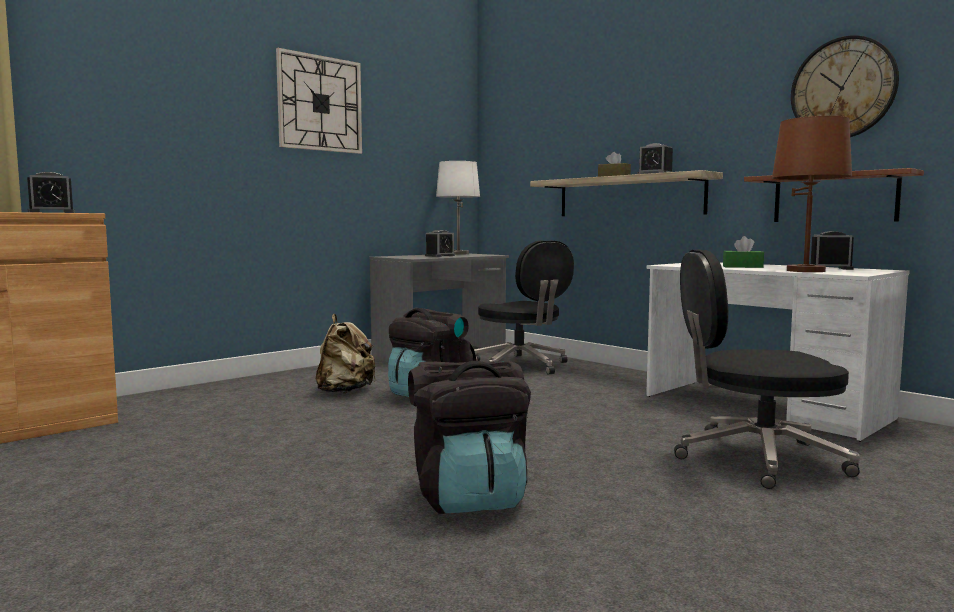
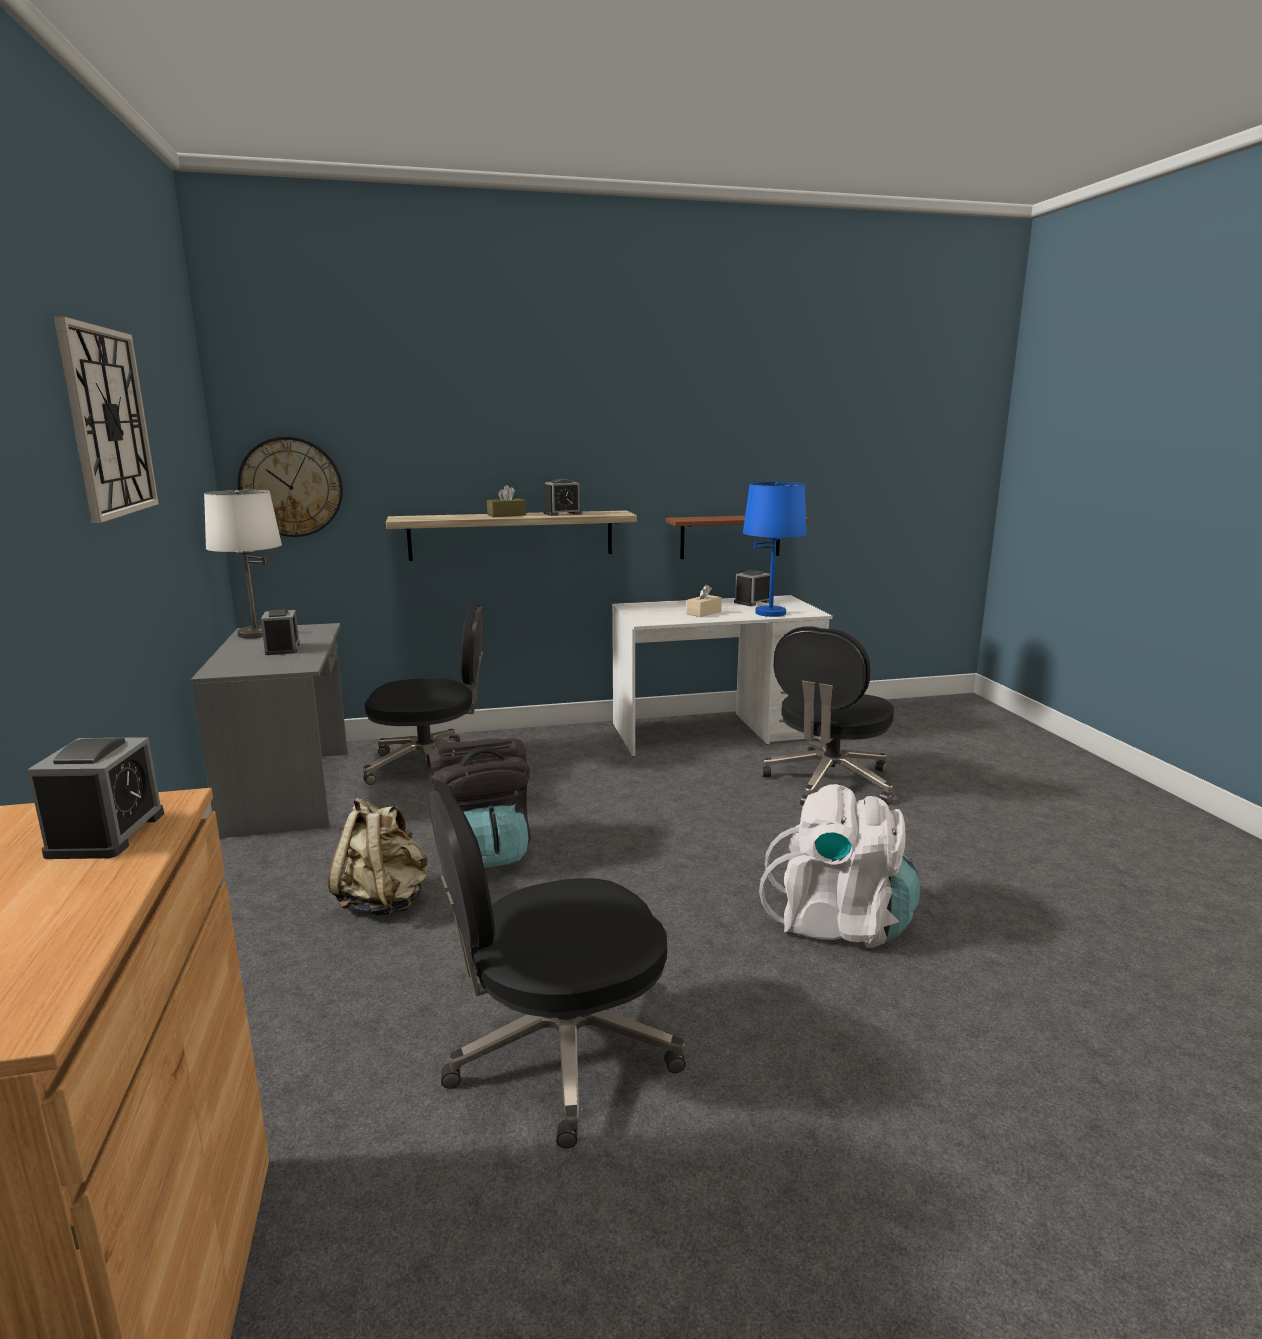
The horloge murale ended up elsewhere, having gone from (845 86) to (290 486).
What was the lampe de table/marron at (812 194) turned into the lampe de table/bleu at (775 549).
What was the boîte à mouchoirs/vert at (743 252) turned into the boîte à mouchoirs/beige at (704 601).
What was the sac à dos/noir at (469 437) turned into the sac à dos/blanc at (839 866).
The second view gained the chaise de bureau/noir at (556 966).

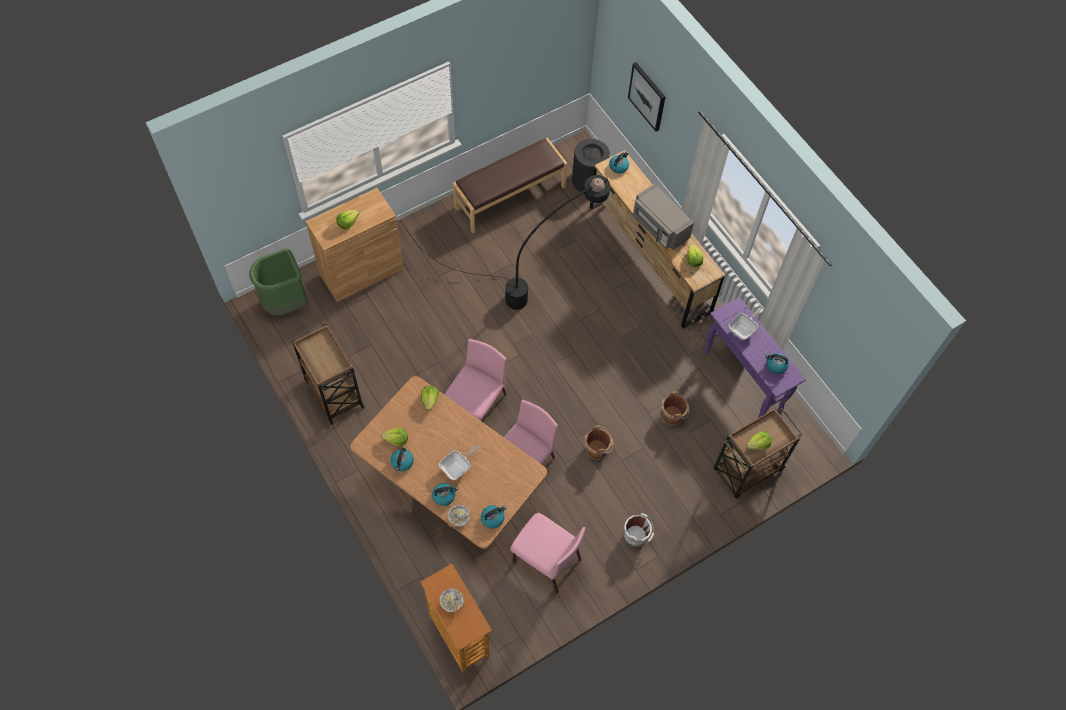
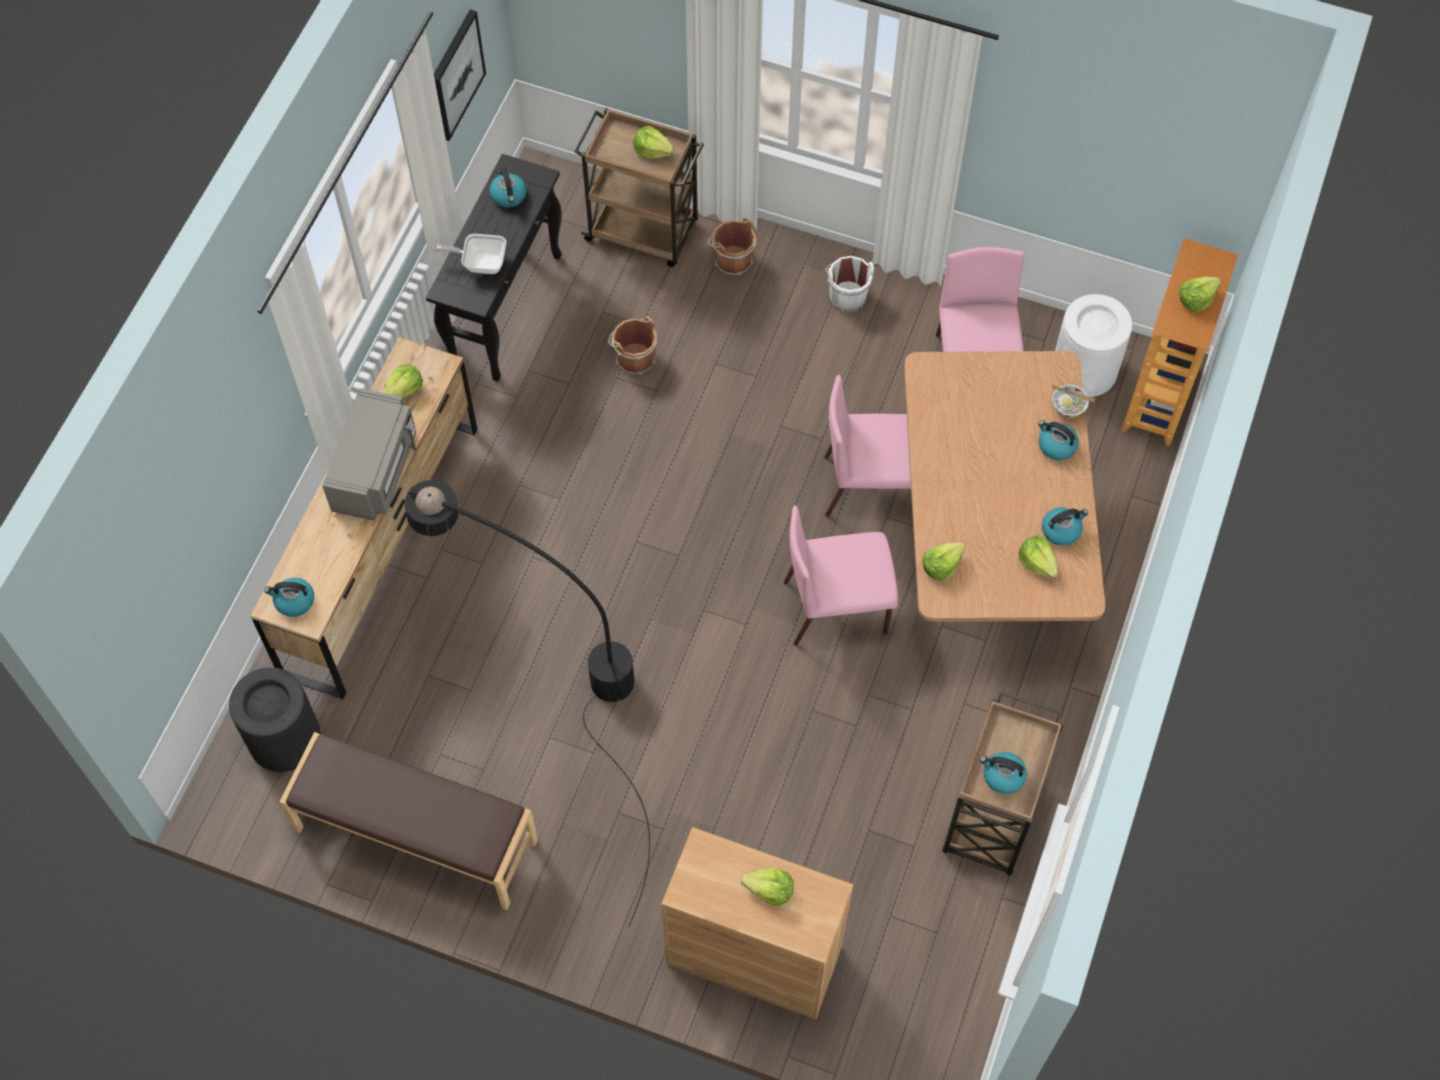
The tableau ended up elsewhere, having gone from (646 97) to (460 75).
The second view lost the poubelle/vert at (278 282).
What was the table console/violet at (754 357) turned into the table console/noir at (494 268).
The seau/marron ended up elsewhere, having gone from (599 442) to (732 246).
The second view lost the poêle at (459 462).
The bouilloire ended up elsewhere, having gone from (493 517) to (1003 773).
Where the bol stood at (451 601), the laitue came to stand at (1200 294).
The second view gained the poubelle/blanc at (1093 345).

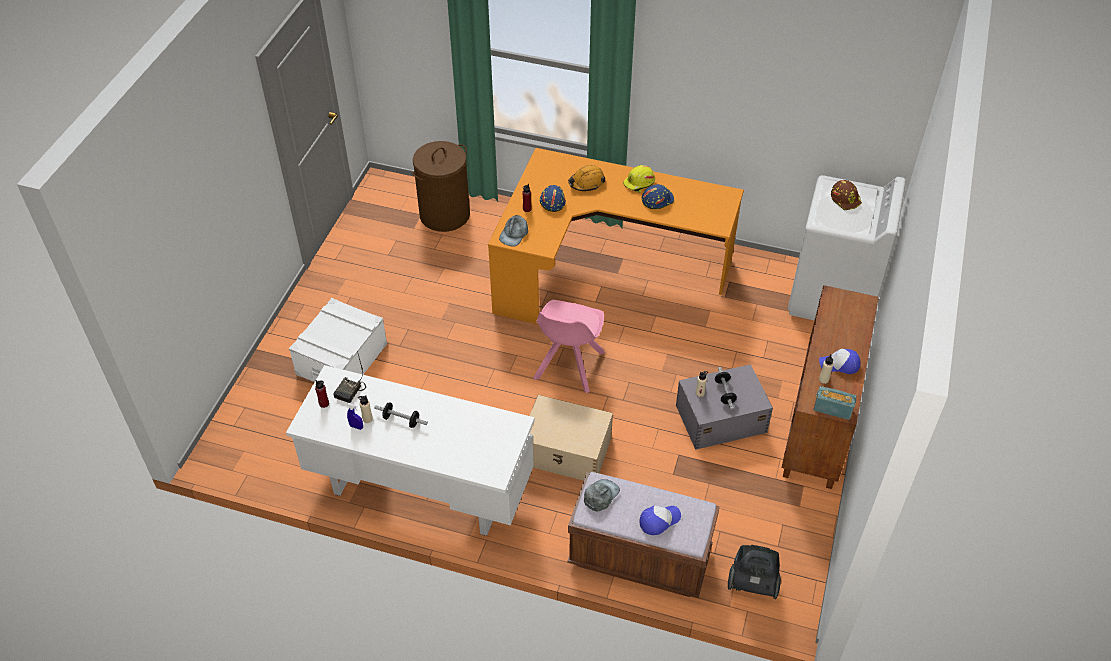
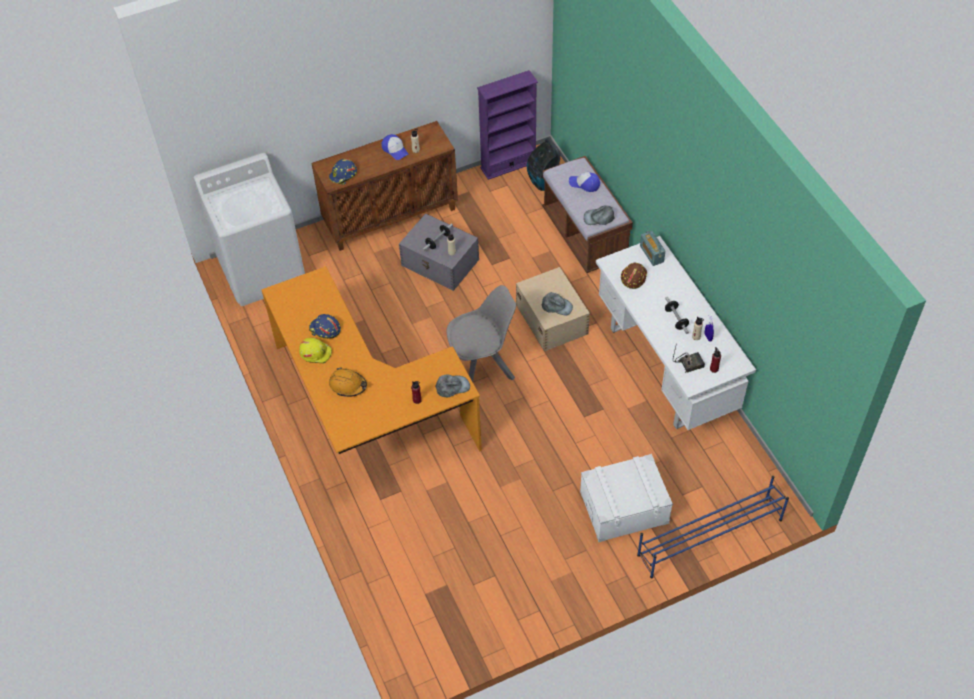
The second view lost the panier à linge/marron at (441 186).
The casque de chantier/marron ended up elsewhere, having gone from (846 195) to (634 276).
The casque de chantier/bleu ended up elsewhere, having gone from (553 198) to (343 172).
What was the chaise/rose at (569 346) turned into the chaise/gris at (481 333).
The radio ended up elsewhere, having gone from (835 403) to (652 248).
The second view gained the bibliothèque/violet at (507 125).
The second view gained the casquette/gris at (557 304).
The second view gained the étagère à chaussures/bleu at (713 527).

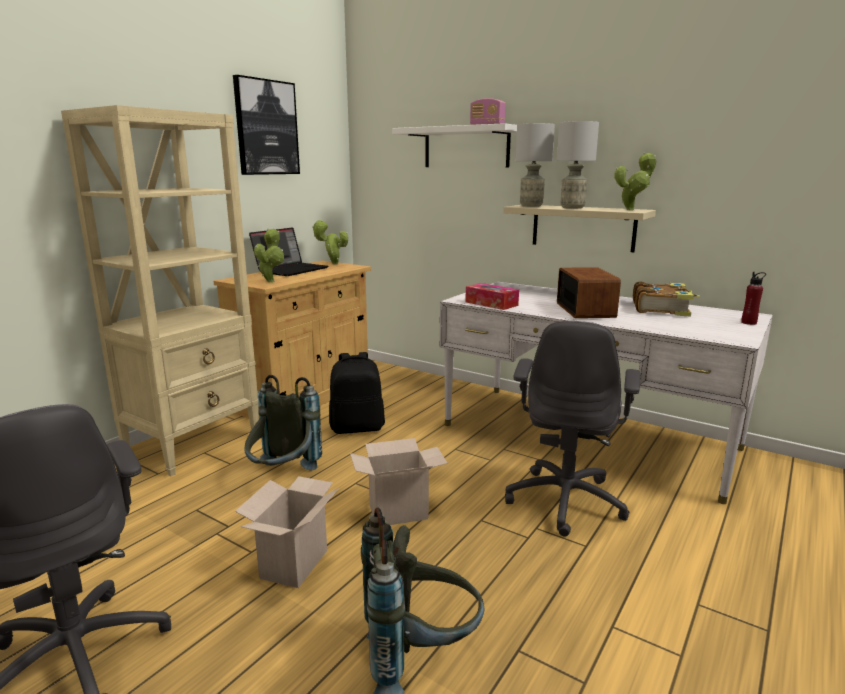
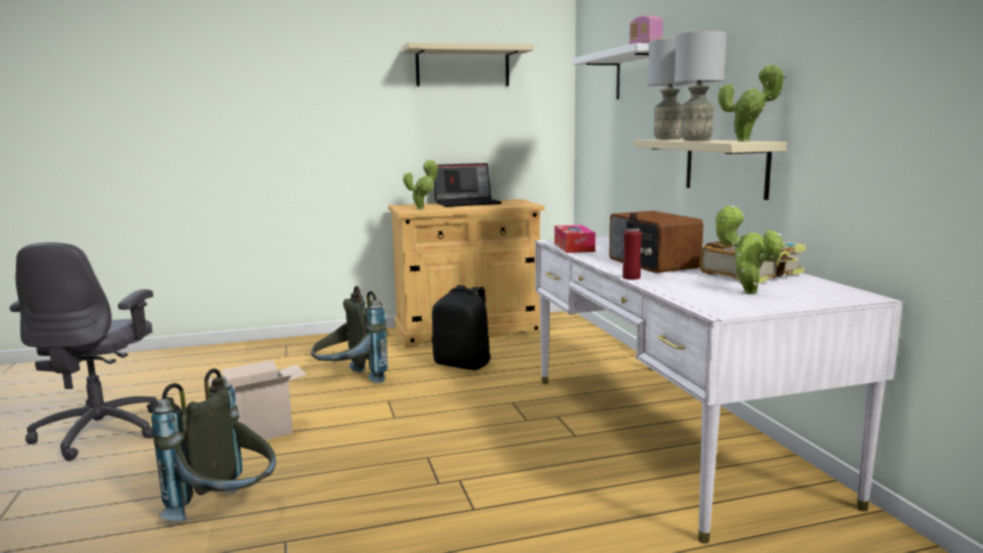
Where the tableau hung at (266 125), the étagère/beige came to hang at (467 64).
The second view lost the bibliothèque/beige at (160 290).
The plante en pot ended up elsewhere, having gone from (330 242) to (748 249).
The radio at (589 292) ended up facing another way, 120 degrees clockwise from before.
The bouteille/rouge ended up elsewhere, having gone from (753 298) to (632 246).
The second view lost the chaise de bureau/gris at (572 429).
The second view lost the carton at (399 481).

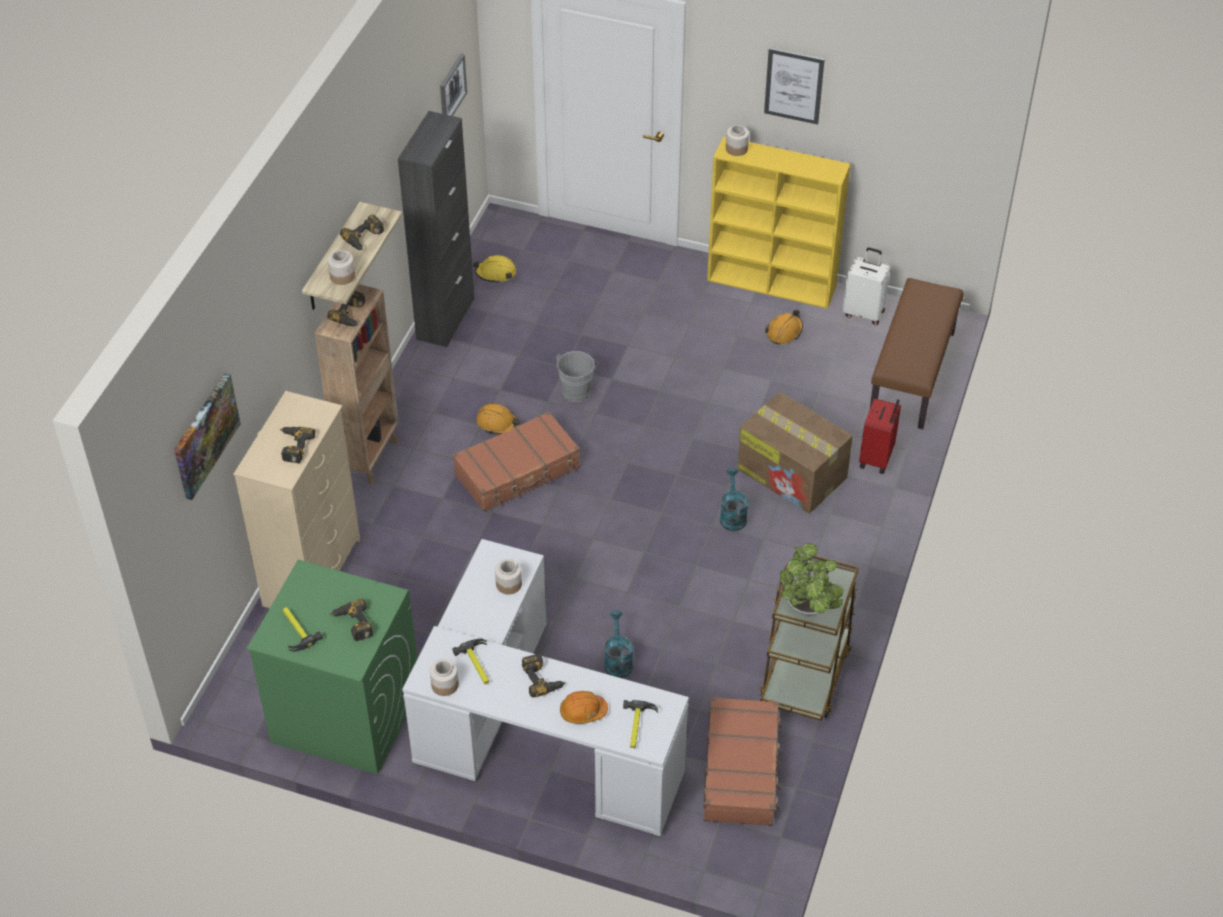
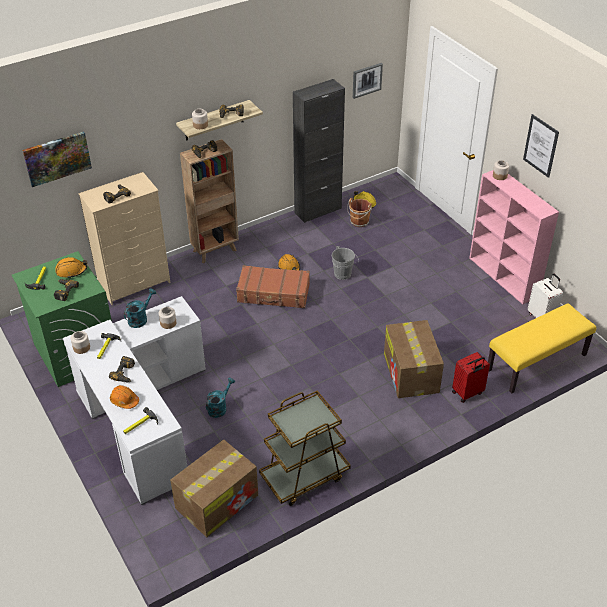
What was the bibliothèque/jaune at (778 222) turned into the bibliothèque/rose at (514 237).
What was the banc/marron at (917 353) turned into the banc/jaune at (542 348).
The casque de chantier/orange ended up elsewhere, having gone from (784 327) to (71 267).
The arrosoir/turquoise ended up elsewhere, having gone from (734 499) to (140 308).
The second view lost the plante en pot at (812 579).
Where the valise/marron stood at (743 761), the carton came to stand at (214 488).
The second view gained the seau/marron at (359 212).

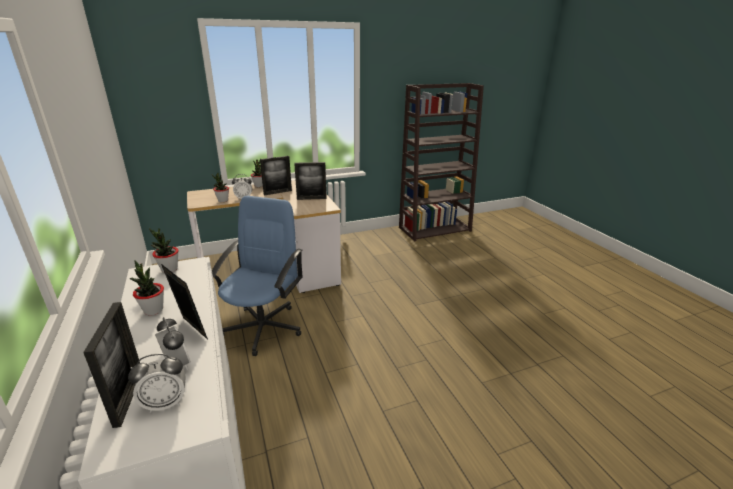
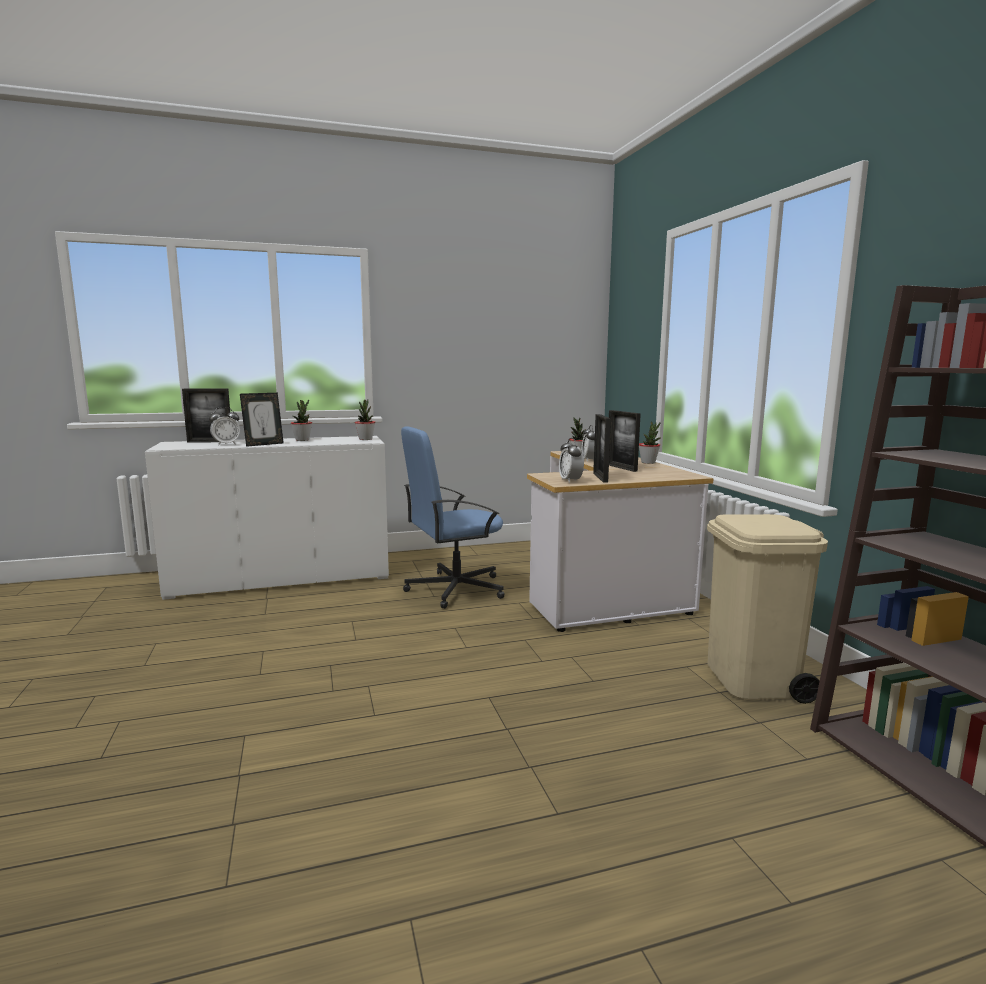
The chaise de bureau/bleu at (257 276) ended up facing another way, 135 degrees clockwise from before.
The réveil ended up elsewhere, having gone from (156 383) to (571 460).
The second view gained the poubelle/beige at (767 609).

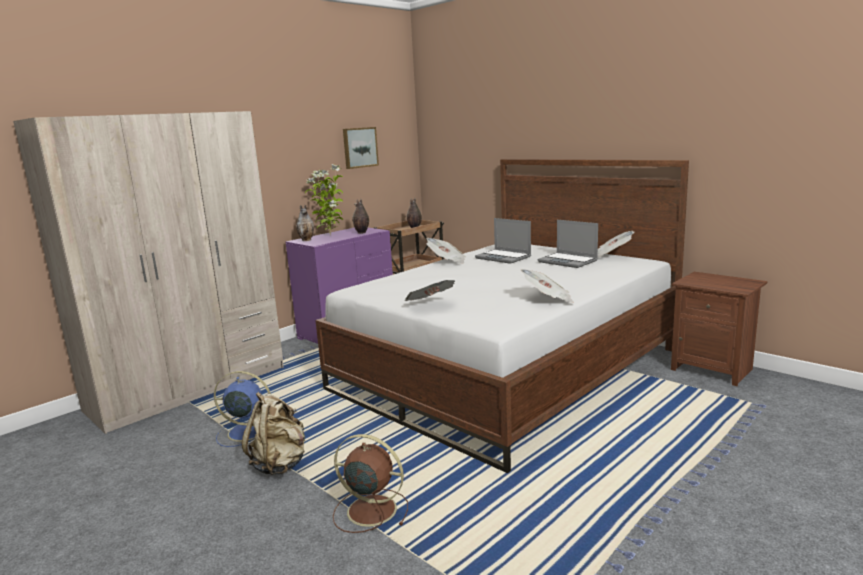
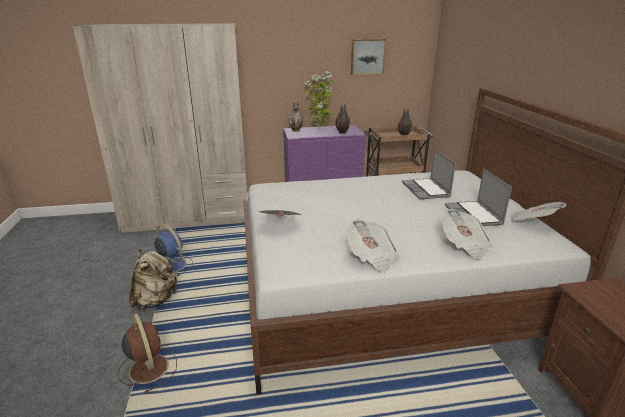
The journal ended up elsewhere, having gone from (446 251) to (466 234).

